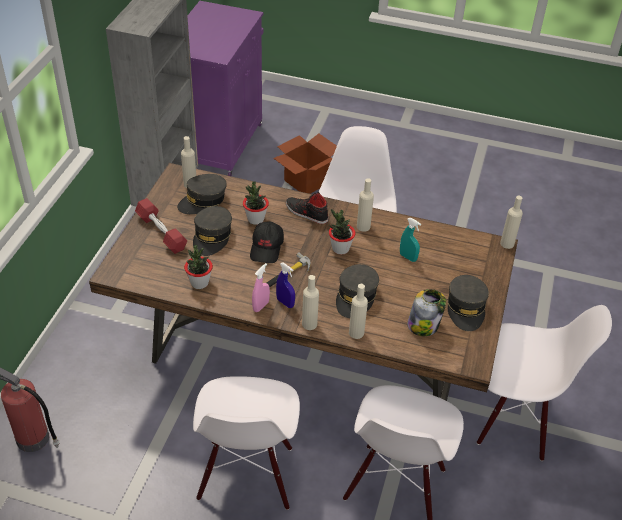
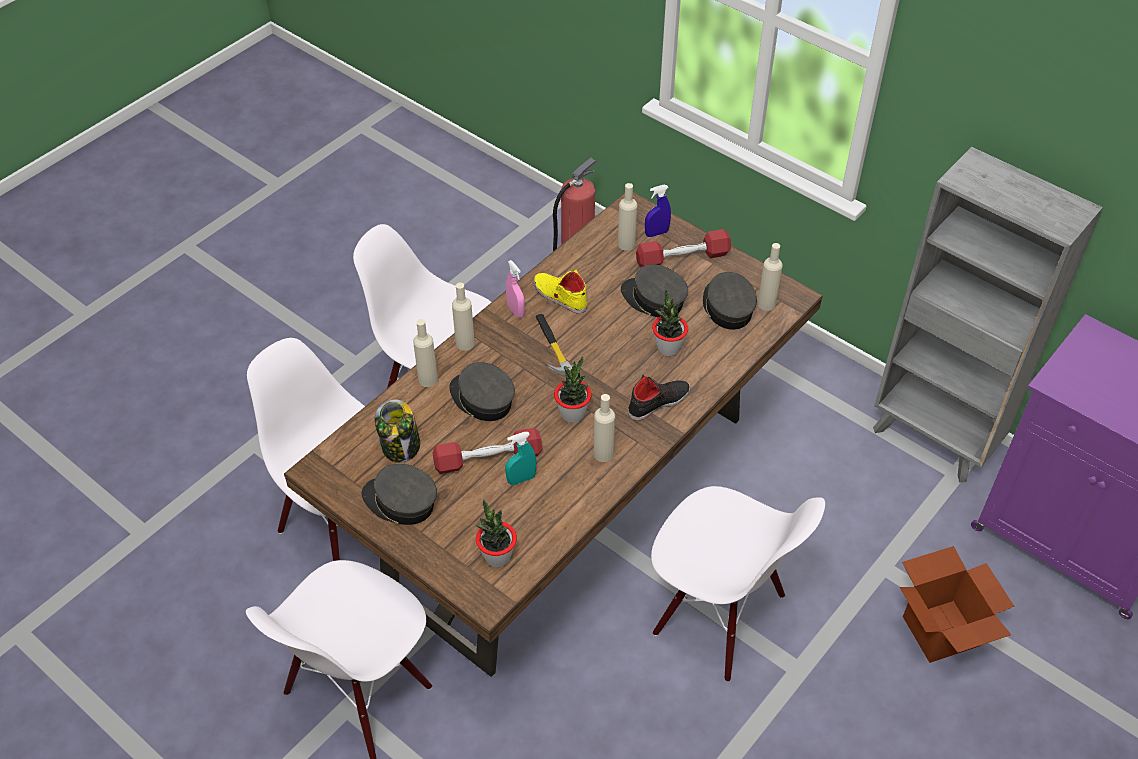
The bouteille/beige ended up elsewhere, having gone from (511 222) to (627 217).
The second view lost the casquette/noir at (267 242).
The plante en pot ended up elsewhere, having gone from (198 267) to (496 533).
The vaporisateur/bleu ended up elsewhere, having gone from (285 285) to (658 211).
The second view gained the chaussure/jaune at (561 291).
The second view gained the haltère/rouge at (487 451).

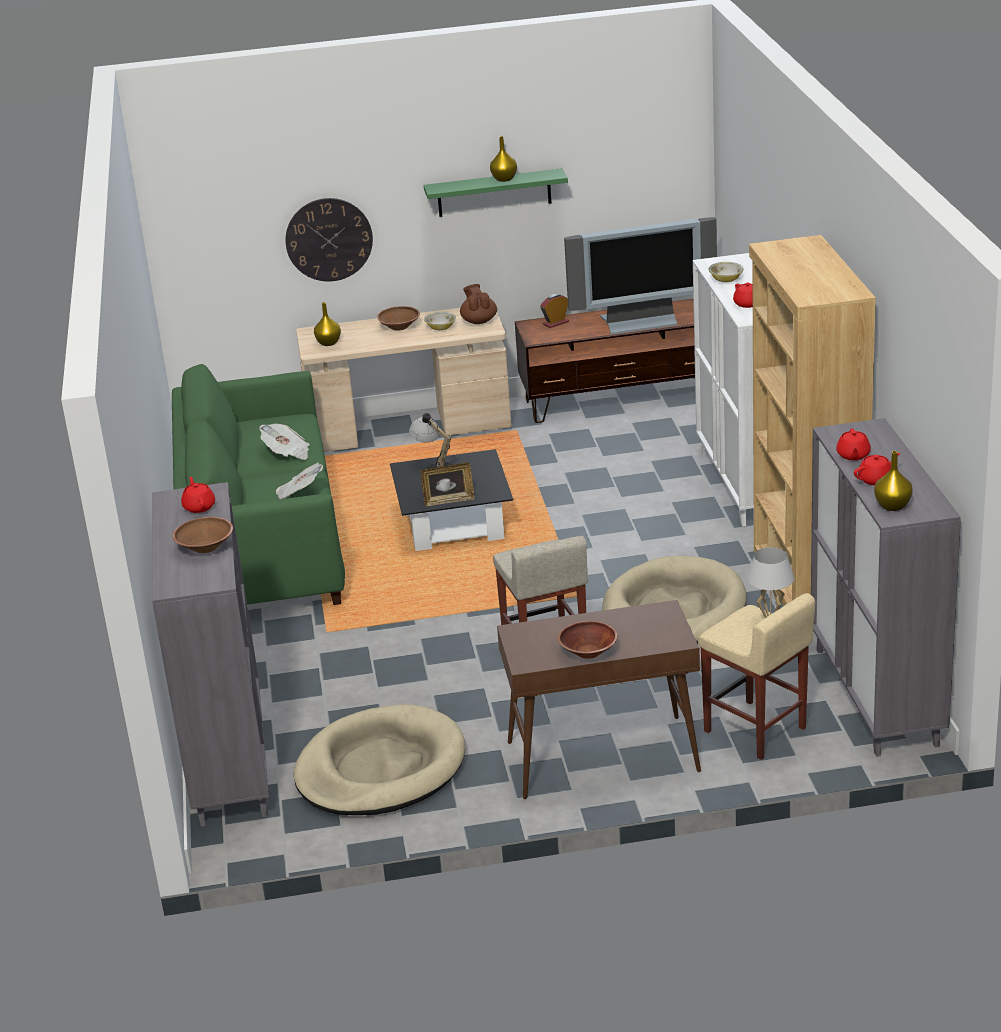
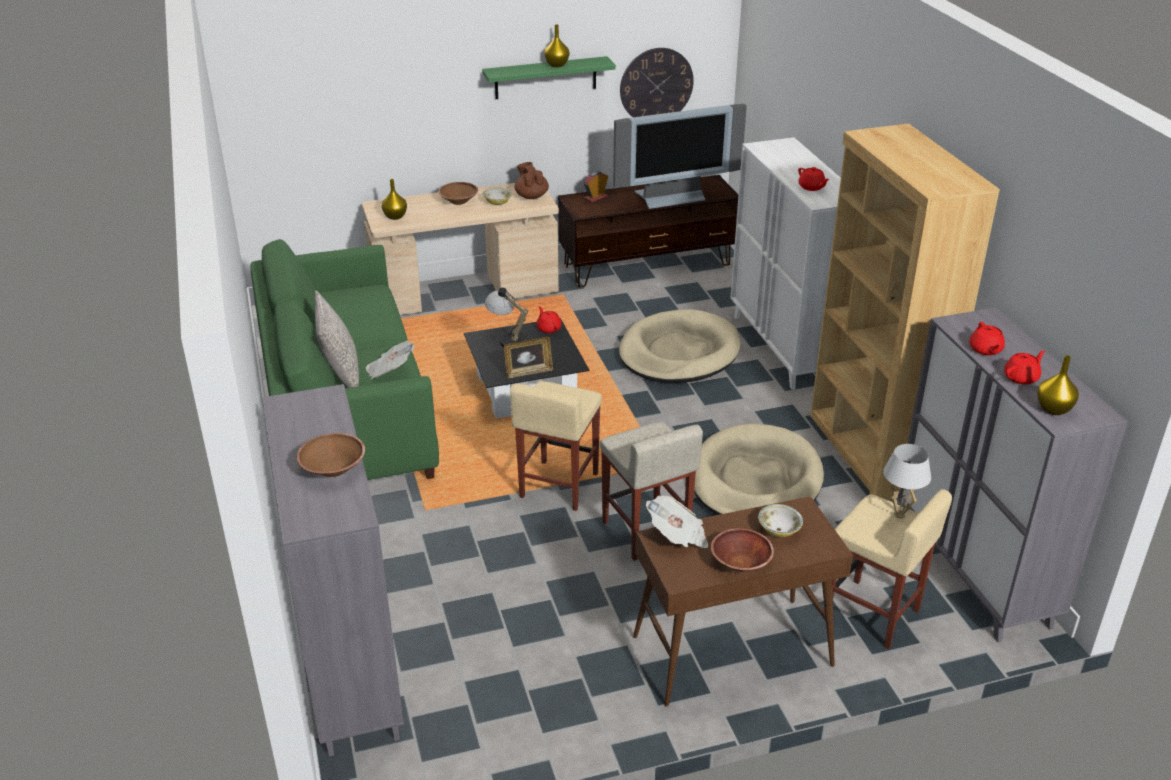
The horloge murale ended up elsewhere, having gone from (329 240) to (657 82).
The bol ended up elsewhere, having gone from (726 272) to (780 520).
The journal ended up elsewhere, having gone from (284 442) to (677 522).
The théière/rouge ended up elsewhere, having gone from (198 495) to (548 319).
The panier pour chien/beige ended up elsewhere, having gone from (379 759) to (680 346).
The second view gained the coussin/gris at (337 339).
The second view gained the tabouret/beige at (556 446).

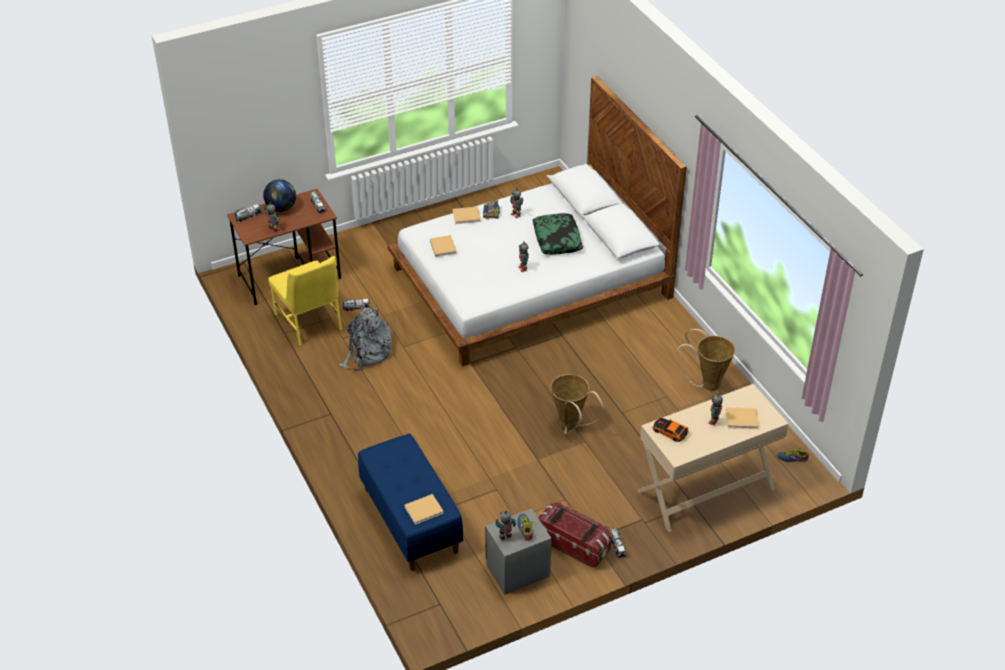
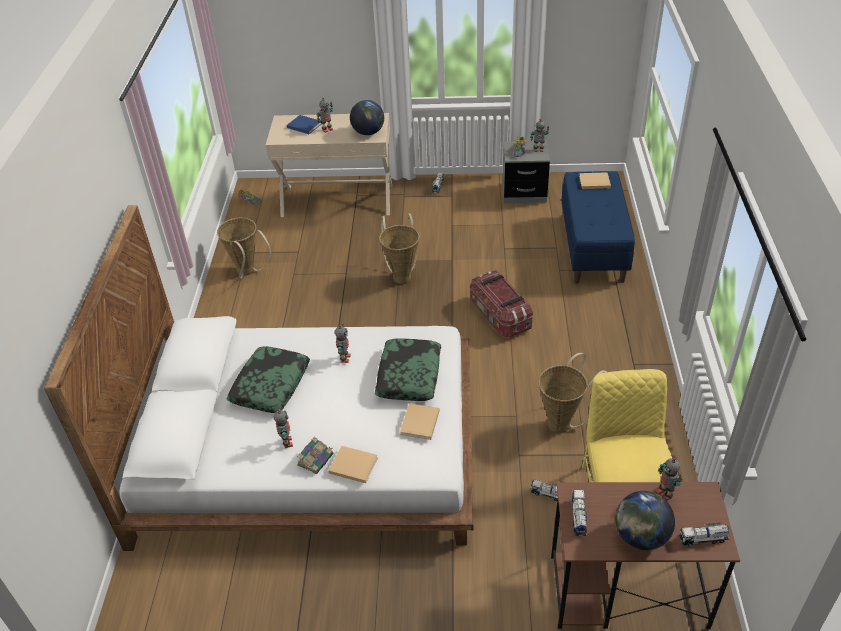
Where the sac à dos/gris stood at (366 339), the panier came to stand at (572 393).
What was the livre/beige at (742 418) turned into the livre/bleu at (304 124).
Where the petite voiture stood at (670 430), the globe came to stand at (367 117).
The boîte de rangement ended up elsewhere, having gone from (575 535) to (501 304).
The second view gained the coussin at (408 369).

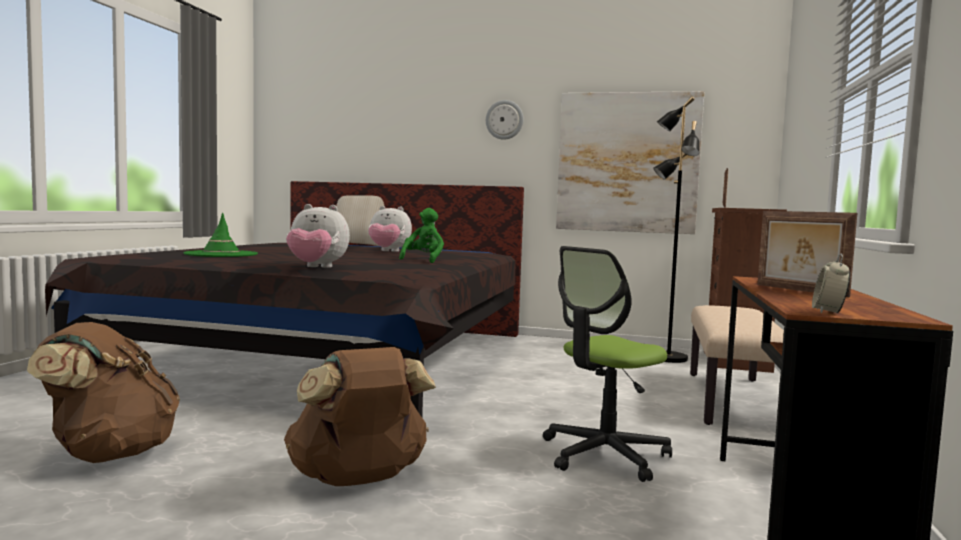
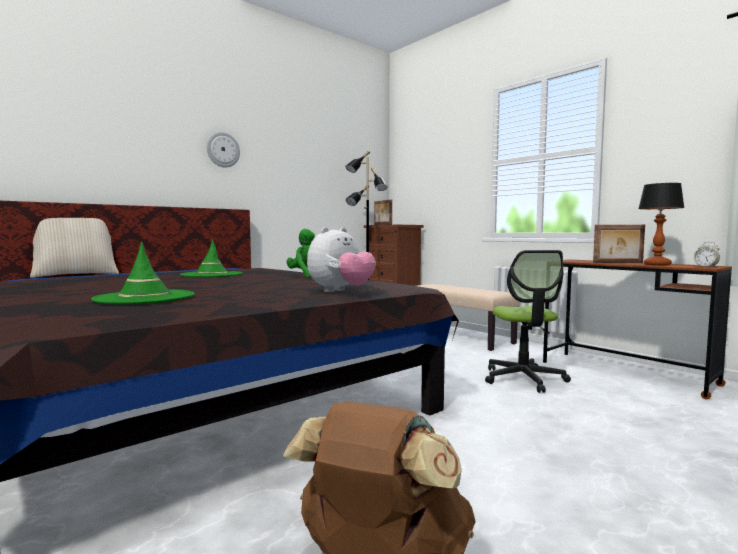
The second view lost the tableau at (630 162).
Where the peluche stood at (390 229), the chapeau/vert came to stand at (211 258).
The second view lost the sac à dos/marron at (360 416).
The second view gained the lampe de table at (661 224).

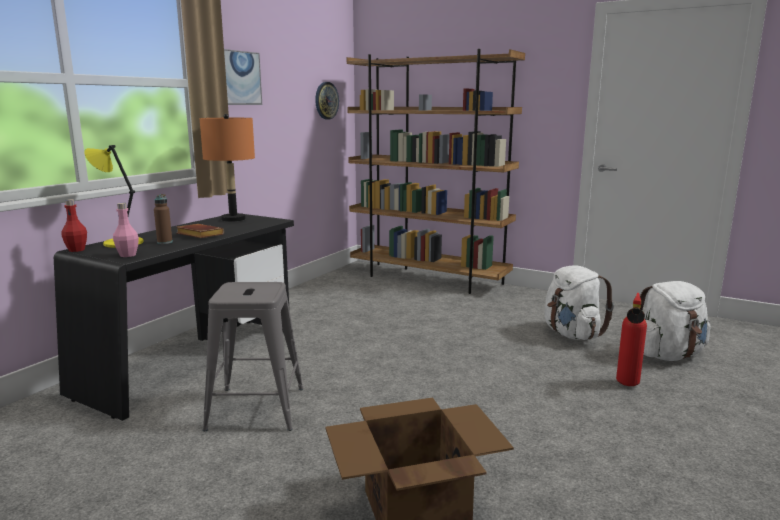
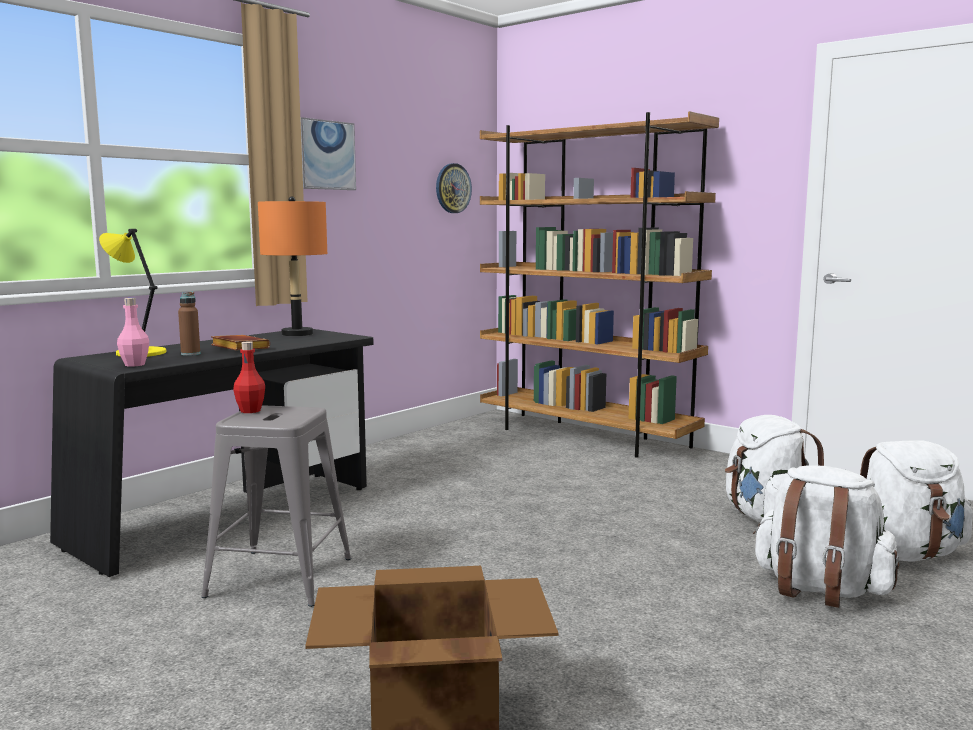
The bouteille/rouge ended up elsewhere, having gone from (74 225) to (249 377).
Where the extincteur stood at (631 339), the sac à dos/blanc came to stand at (826 536).

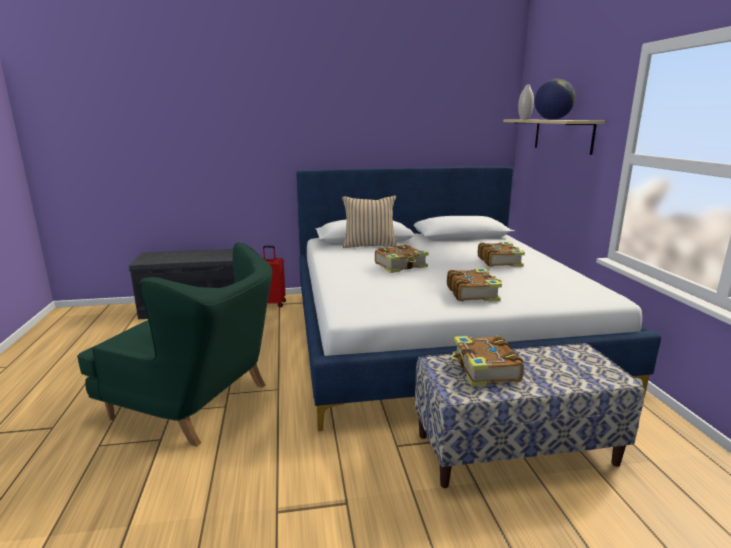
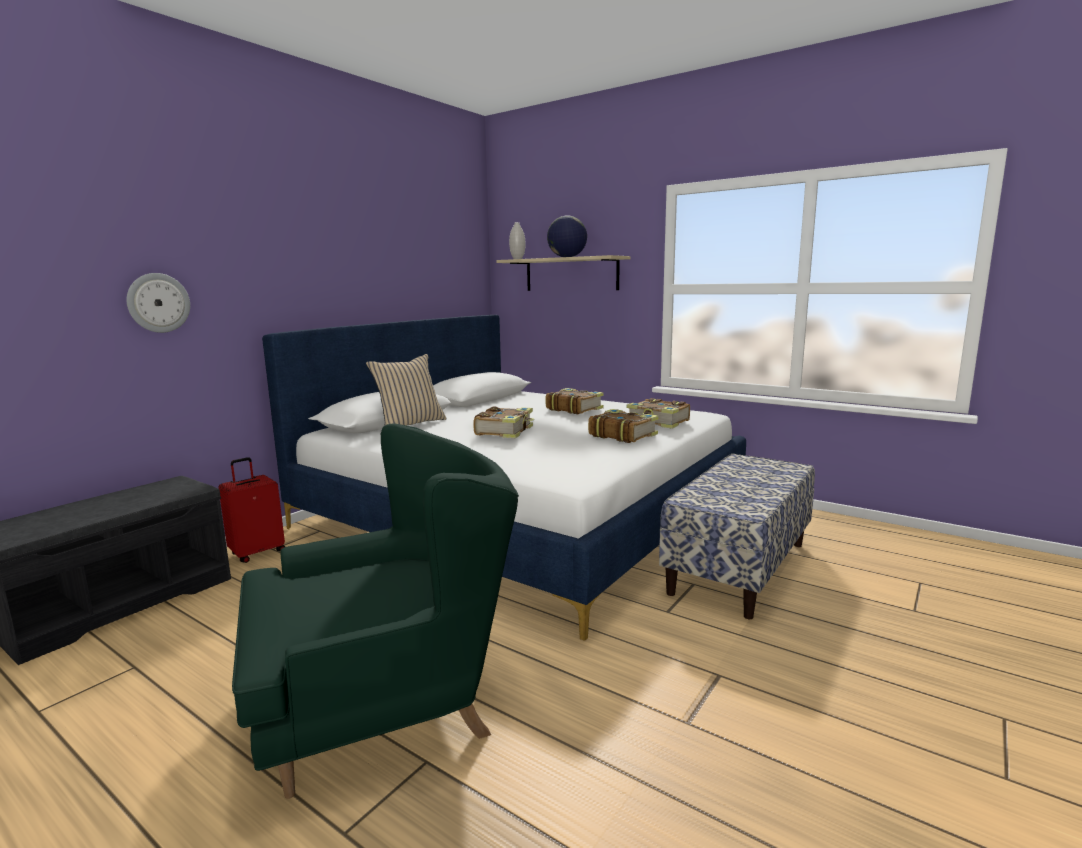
The livre ended up elsewhere, having gone from (487 361) to (658 413).
The second view gained the horloge murale at (158 303).

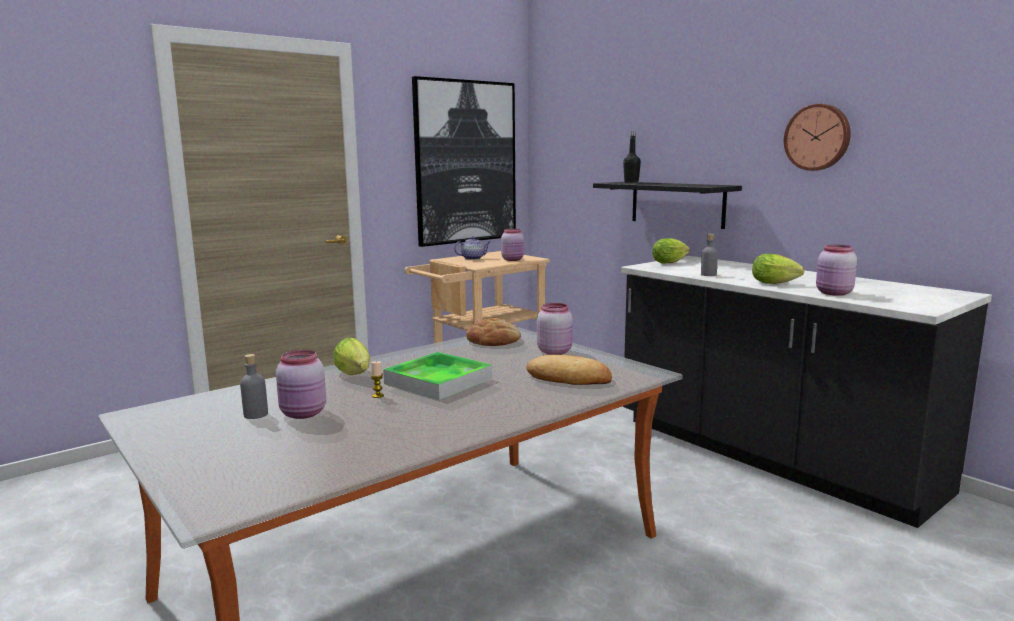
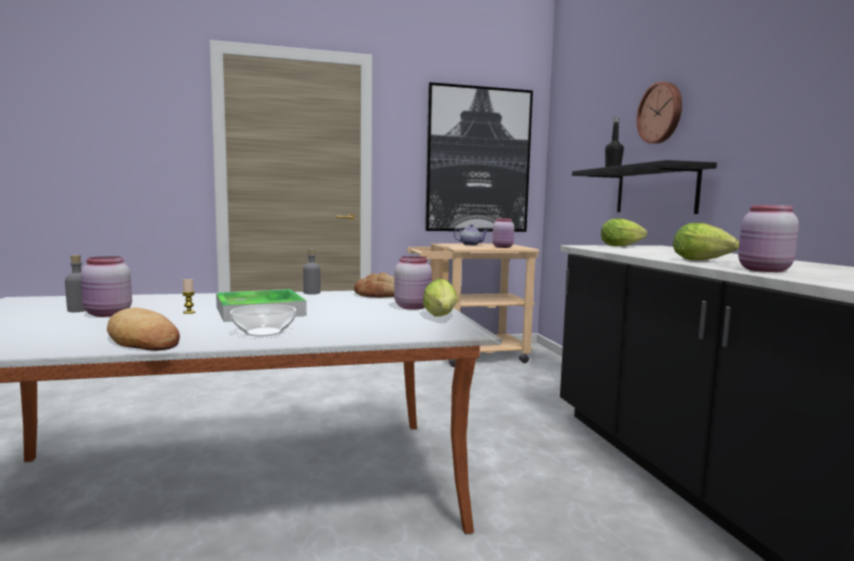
The horloge murale ended up elsewhere, having gone from (817 137) to (659 113).
The bouteille/gris ended up elsewhere, having gone from (709 255) to (311 271).
The laitue ended up elsewhere, having gone from (351 356) to (440 297).
The pain ended up elsewhere, having gone from (569 370) to (143 329).
The second view gained the bol at (263 320).

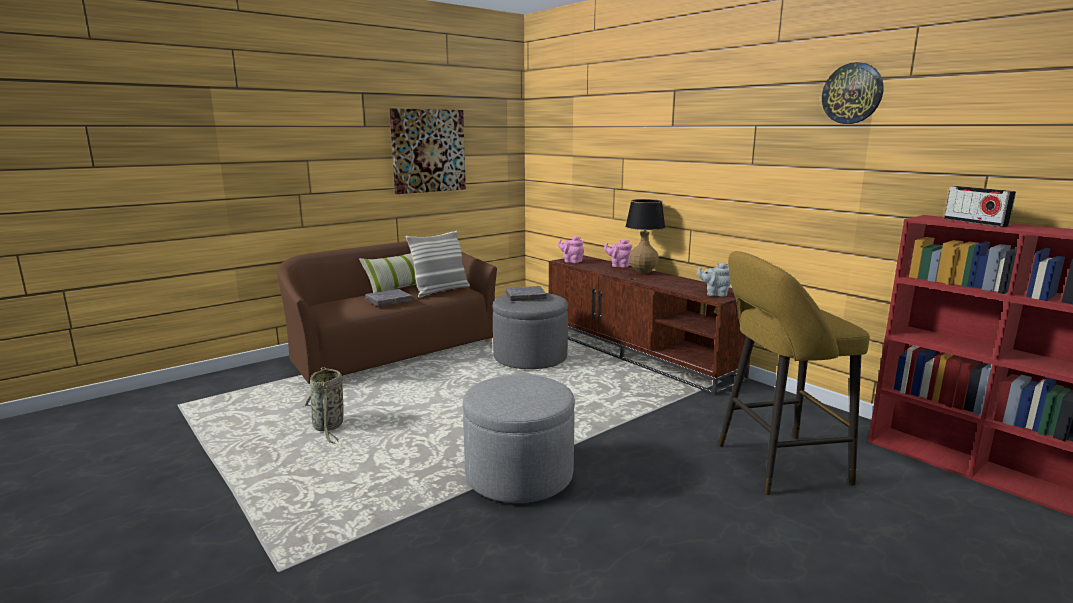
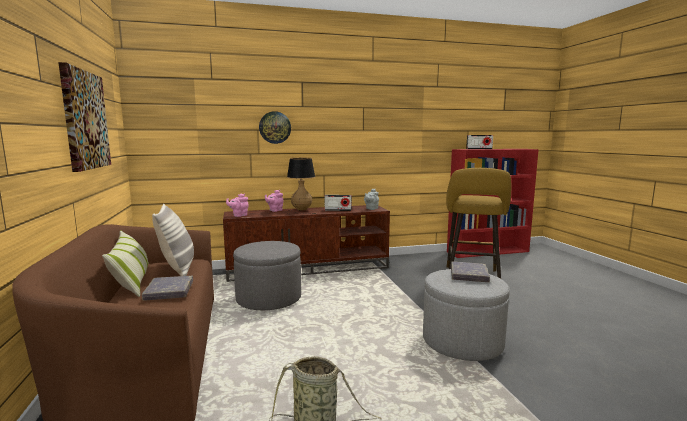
The horloge murale ended up elsewhere, having gone from (853 93) to (275 127).
The livre/gris ended up elsewhere, having gone from (526 293) to (470 271).
The second view gained the radio at (338 203).

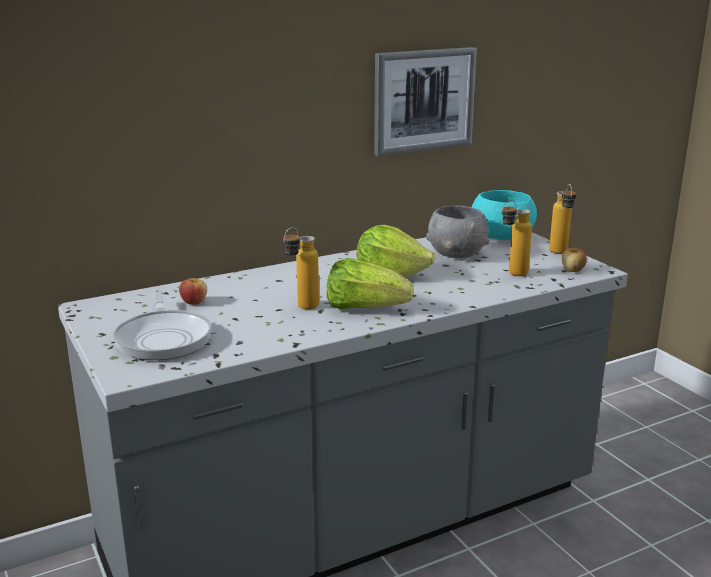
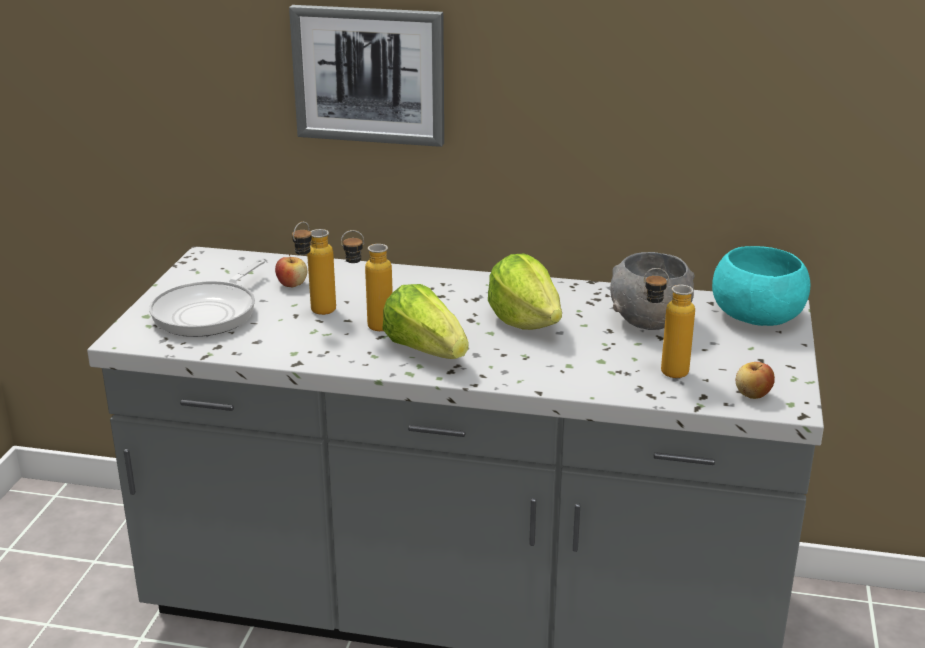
The tableau ended up elsewhere, having gone from (425 101) to (366 76).
The bouteille ended up elsewhere, having gone from (562 219) to (314 268).

